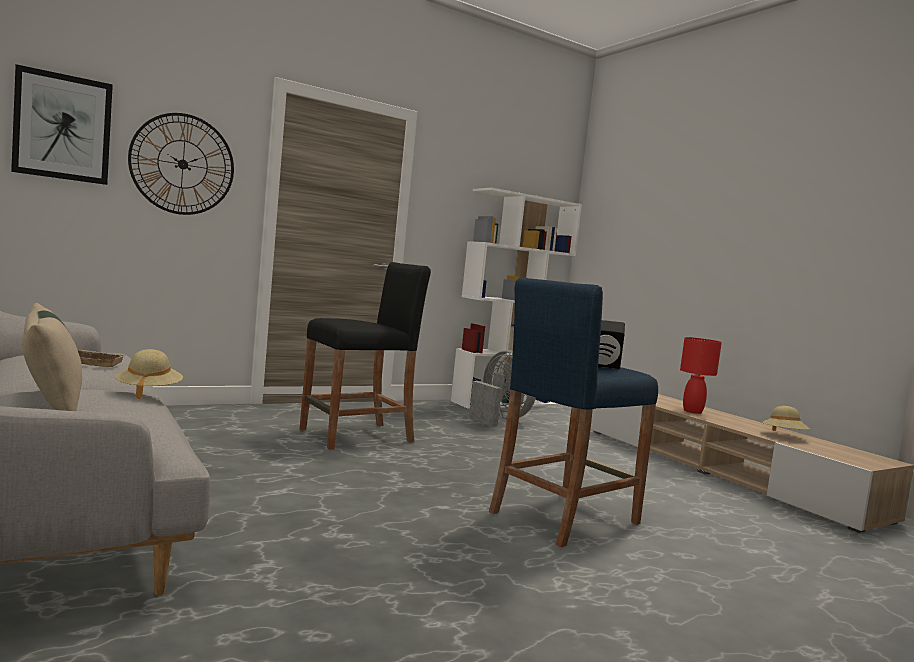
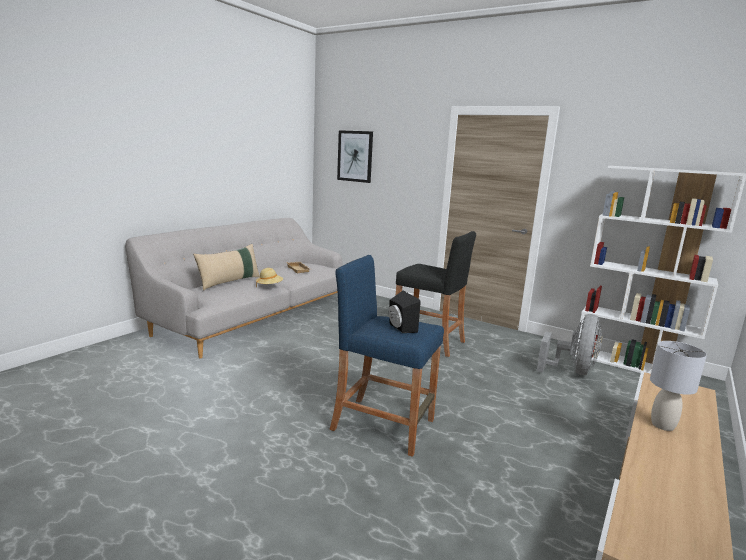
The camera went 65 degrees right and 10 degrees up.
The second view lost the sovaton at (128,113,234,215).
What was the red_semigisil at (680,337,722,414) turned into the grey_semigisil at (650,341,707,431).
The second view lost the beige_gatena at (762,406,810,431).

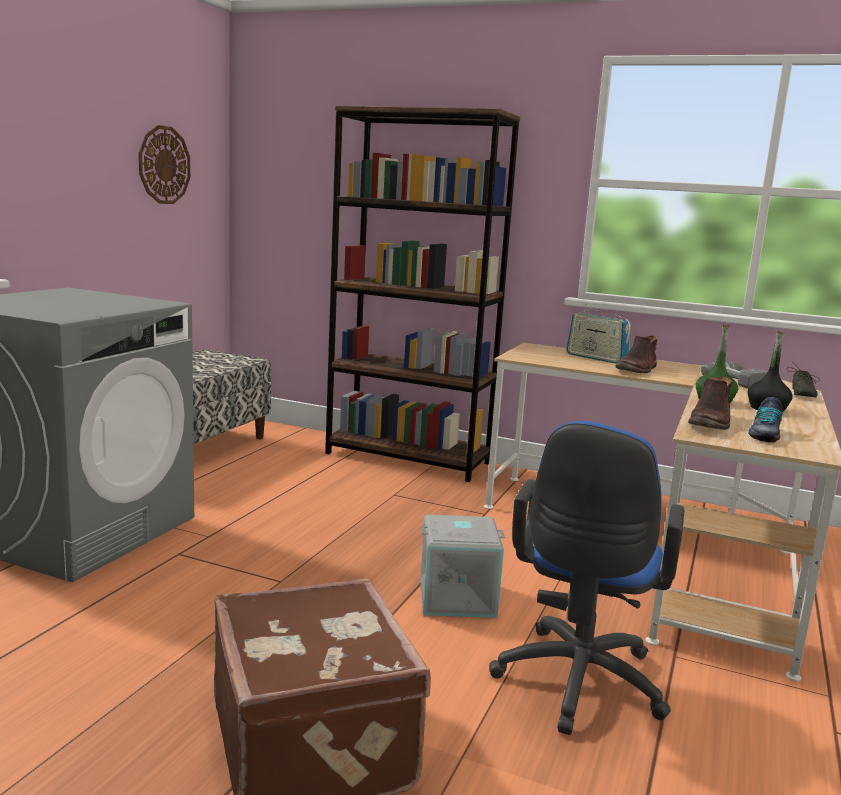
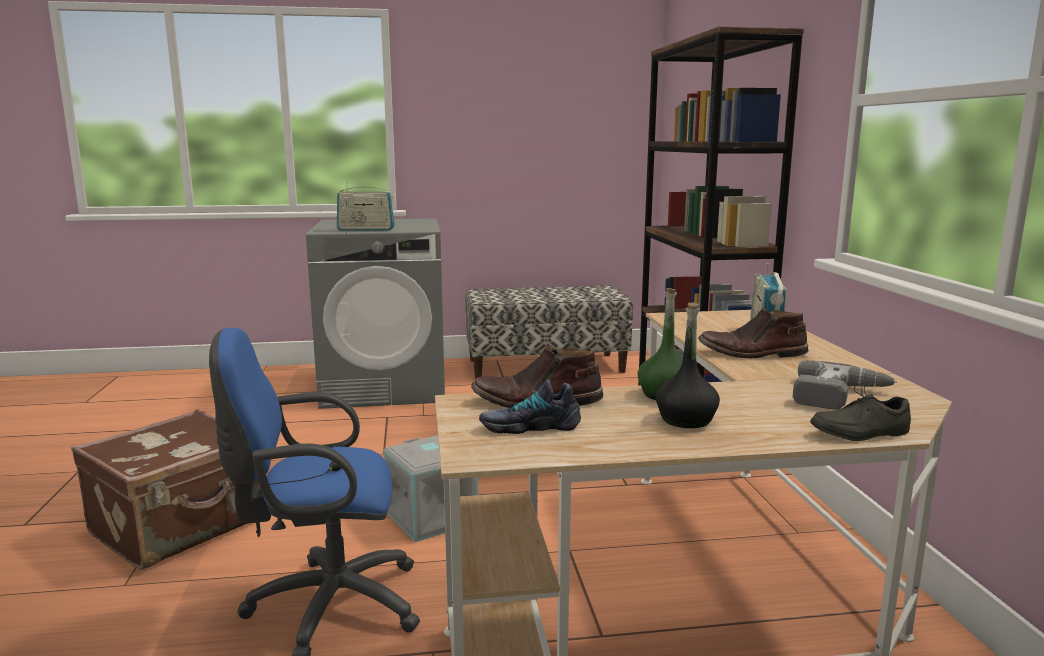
The camera went 60 degrees right and 0 degrees up.
The second view lost the sovaton at (139,125,191,204).
The second view gained the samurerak at (337,182,395,231).

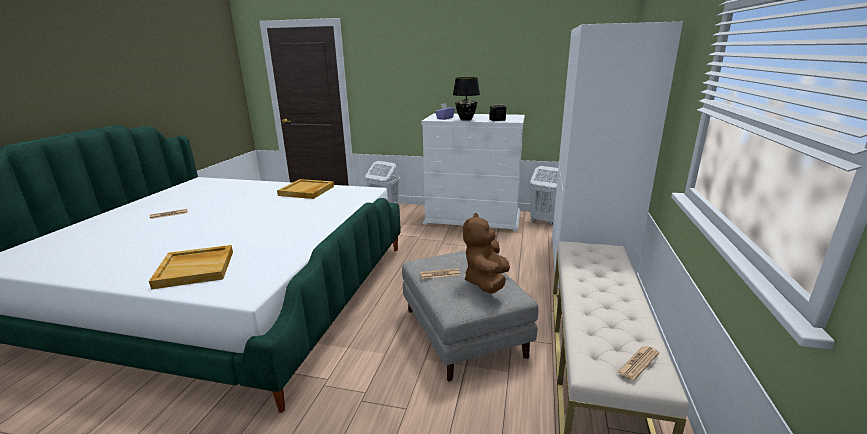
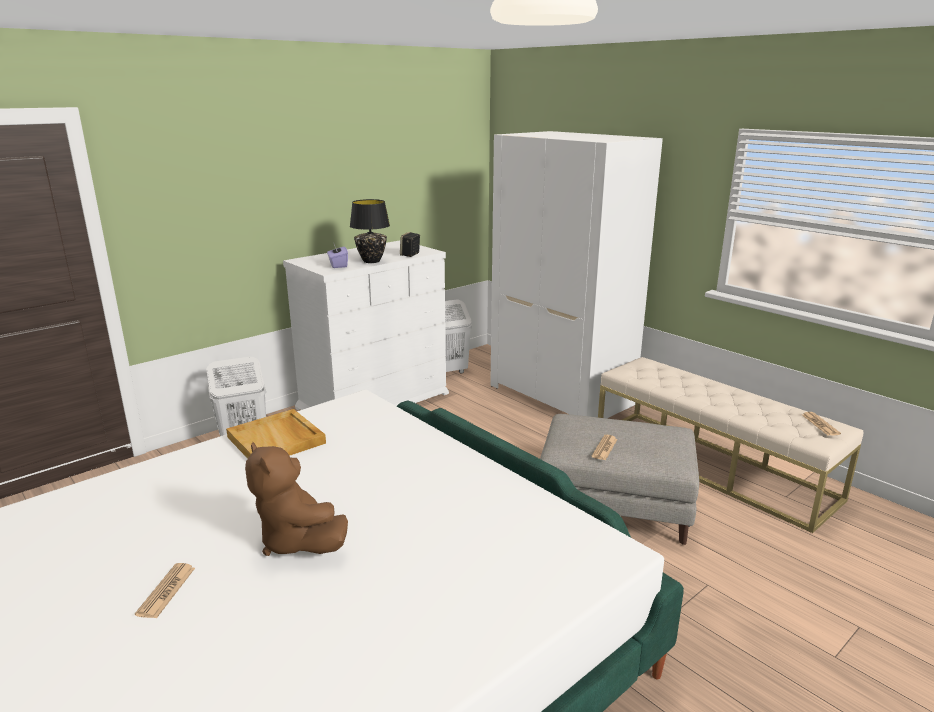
The camera went 55 degrees left and 0 degrees up.
The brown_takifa ended up elsewhere, having gone from (463,213,510,293) to (245,442,348,556).
The second view lost the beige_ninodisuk at (149,245,233,289).

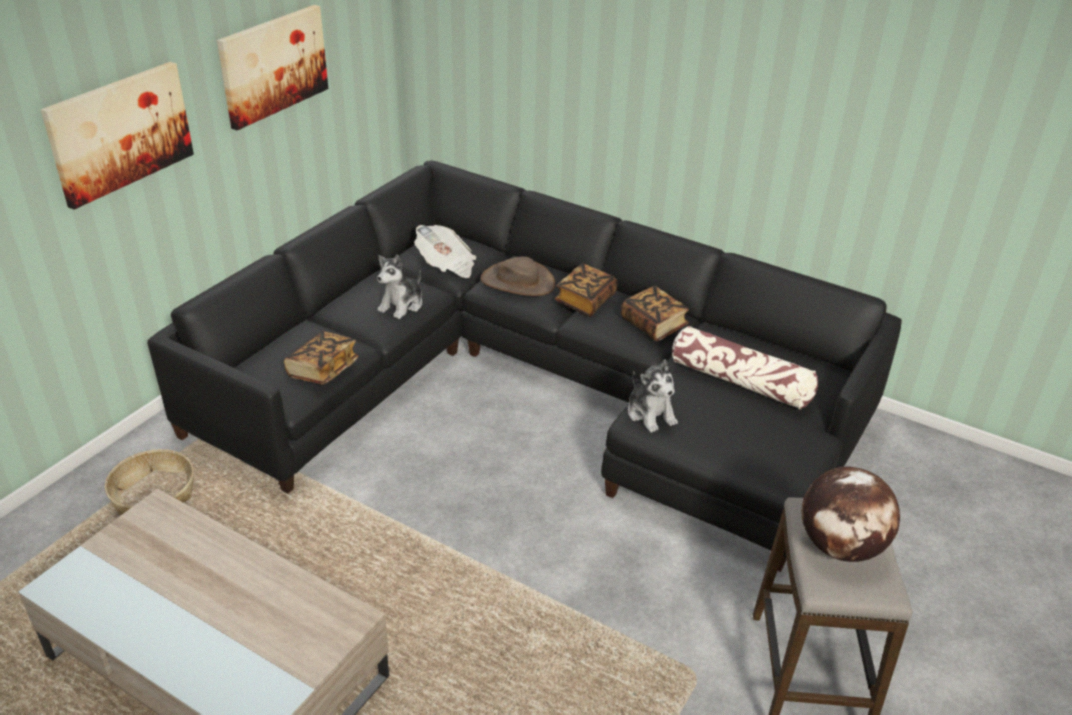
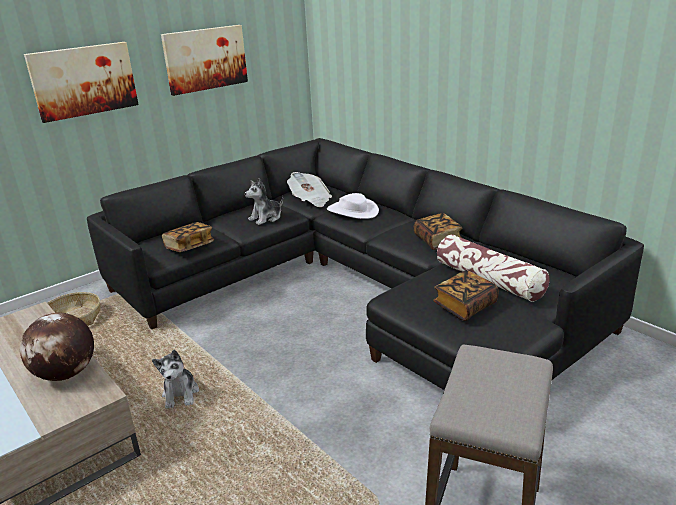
The camera went 20 degrees right and 10 degrees down.
What was the brown_gatena at (480,257,555,296) turned into the white_gatena at (327,193,379,219).
The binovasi ended up elsewhere, having gone from (555,264,617,317) to (433,270,499,321).
The takifa ended up elsewhere, having gone from (628,359,678,433) to (152,350,199,409).
The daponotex ended up elsewhere, having gone from (802,467,900,562) to (20,313,94,381).

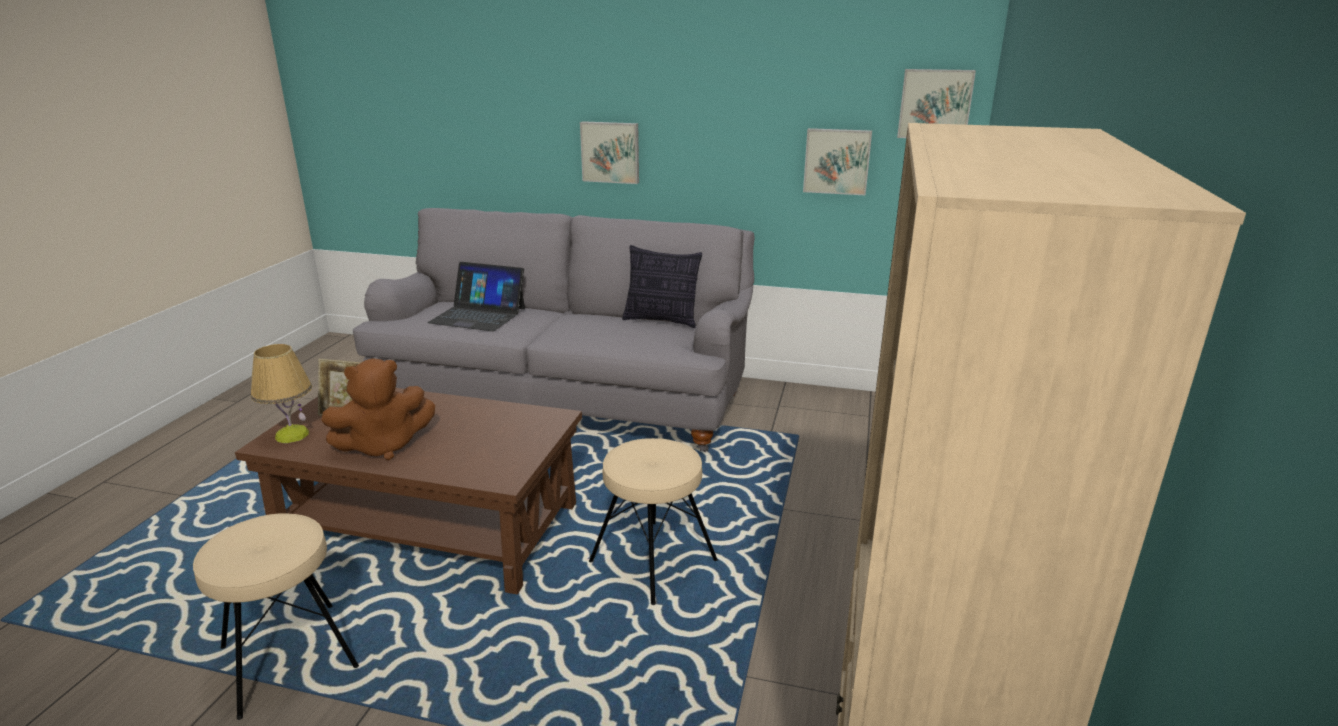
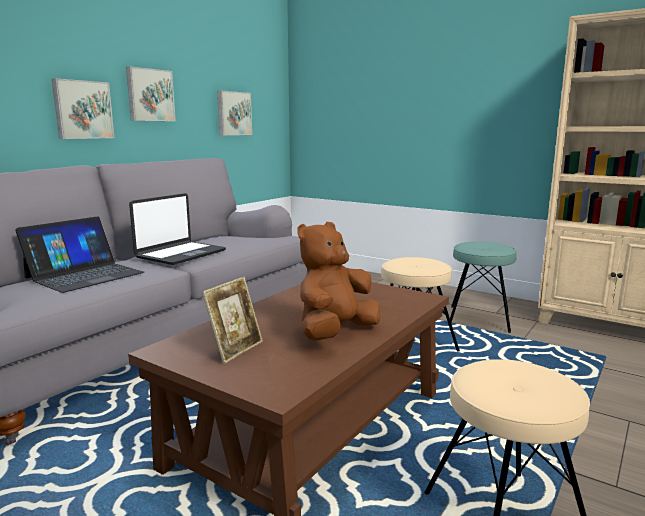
The camera went 70 degrees left and 10 degrees down.
The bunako ended up elsewhere, having gone from (897,69,976,138) to (126,66,176,121).
The second view lost the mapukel at (622,245,702,328).
The second view lost the semigisil at (251,344,312,443).
The brown_takifa at (321,358,435,460) ended up facing another way, 135 degrees counterclockwise from before.
The second view gained the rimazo at (129,193,226,265).
The second view gained the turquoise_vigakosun at (450,241,517,333).

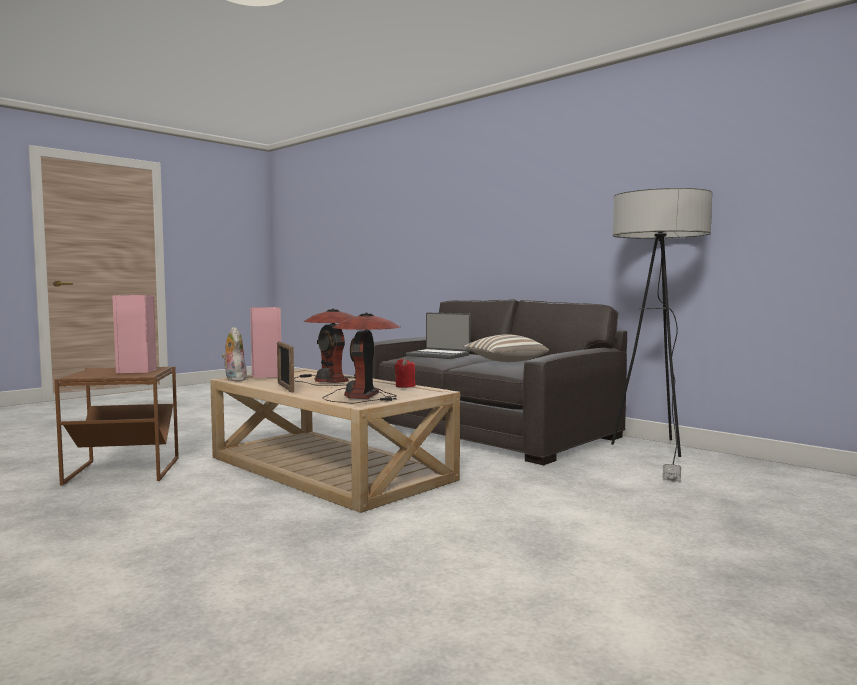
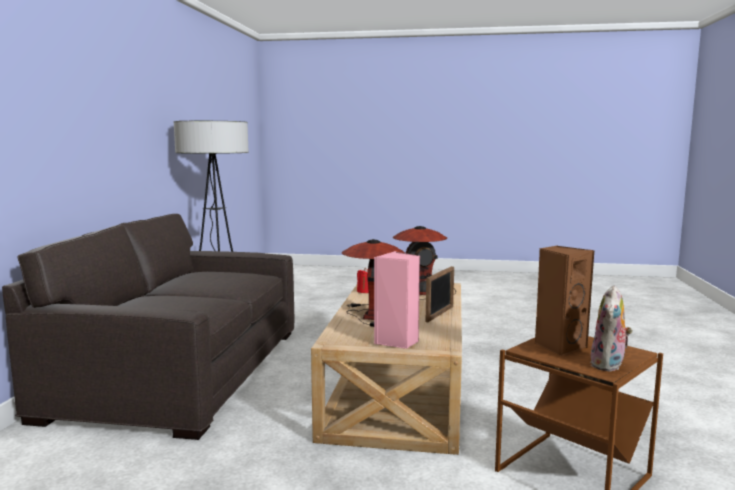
The camera went 125 degrees left and 5 degrees up.
What was the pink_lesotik at (112,295,156,373) turned into the brown_lesotik at (534,246,594,356).
The second view lost the rimazo at (406,312,471,359).
The takifa ended up elsewhere, having gone from (222,327,247,381) to (590,285,633,372).
The second view lost the mapukel at (463,334,549,362).

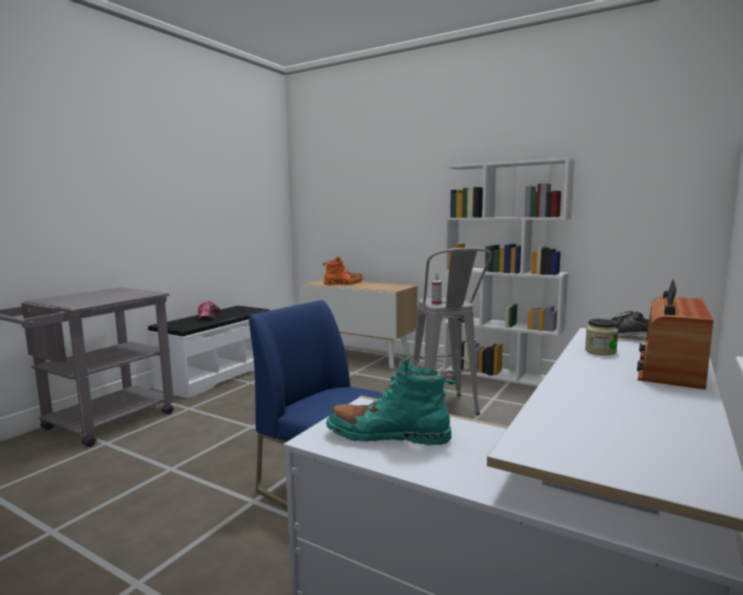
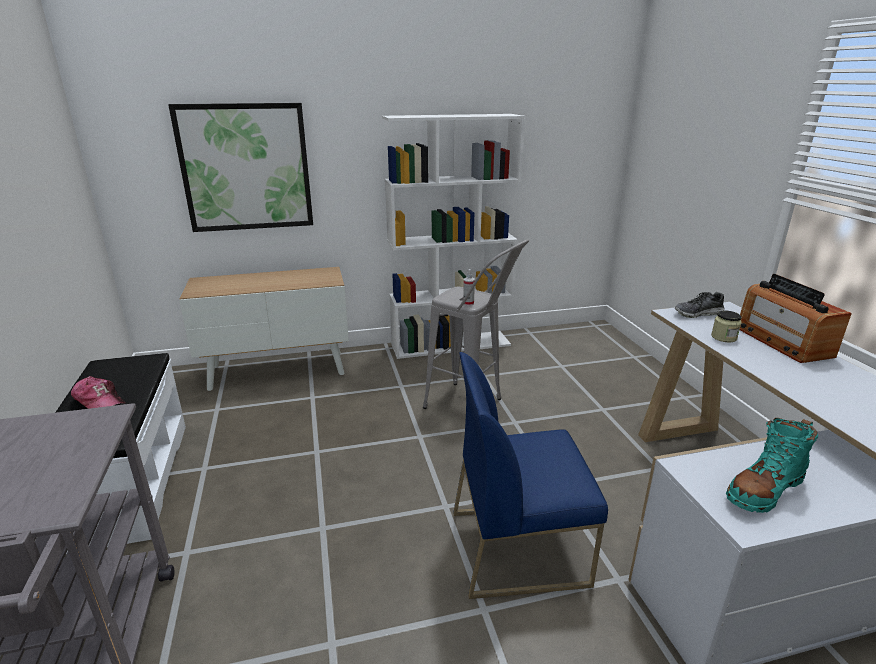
The camera went 45 degrees left and 15 degrees up.
The second view lost the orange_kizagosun at (323,256,363,285).
The second view gained the bunako at (168,103,313,232).

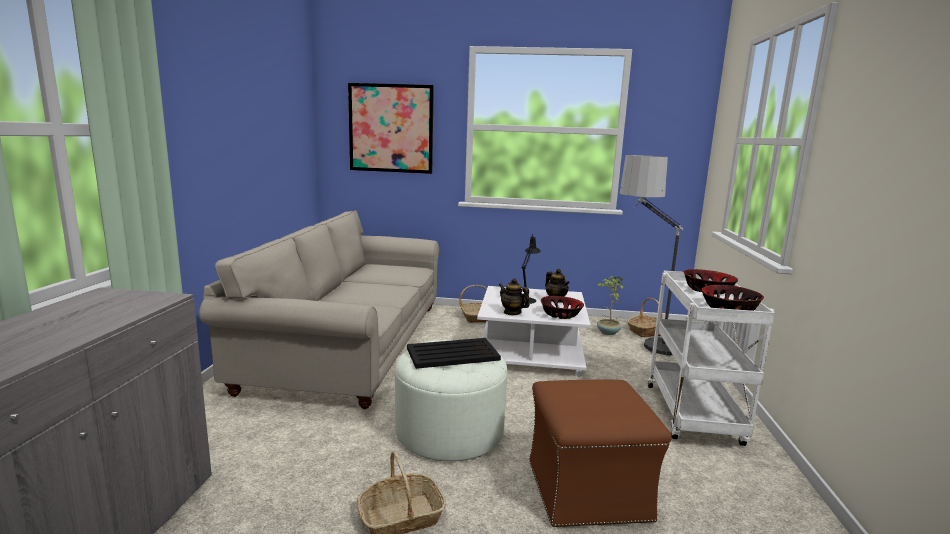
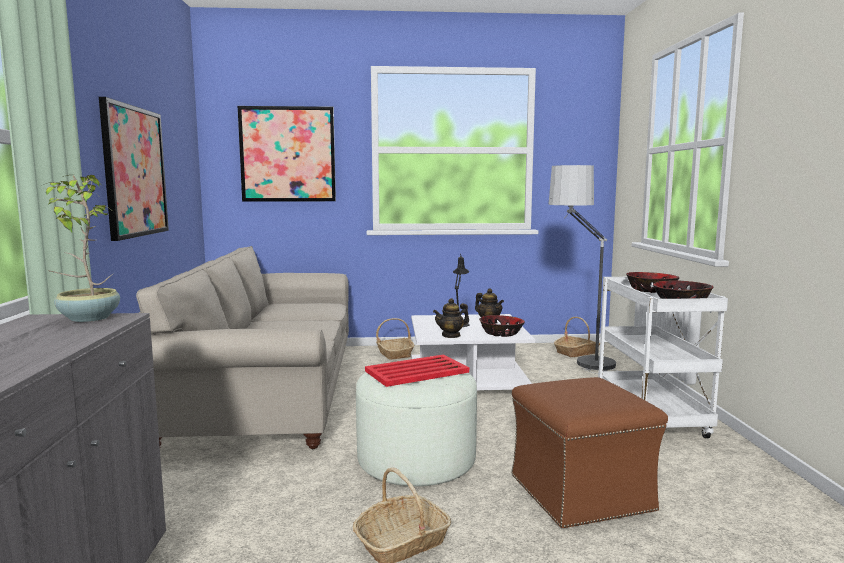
The camera went 10 degrees left and 5 degrees down.
The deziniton ended up elsewhere, having gone from (597,276,623,335) to (43,175,120,322).
The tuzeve at (499,278,530,315) ended up facing another way, 60 degrees counterclockwise from before.
What was the black_ninodisuk at (407,338,501,369) turned into the red_ninodisuk at (365,354,469,387).
The second view gained the bunako at (99,97,169,241).

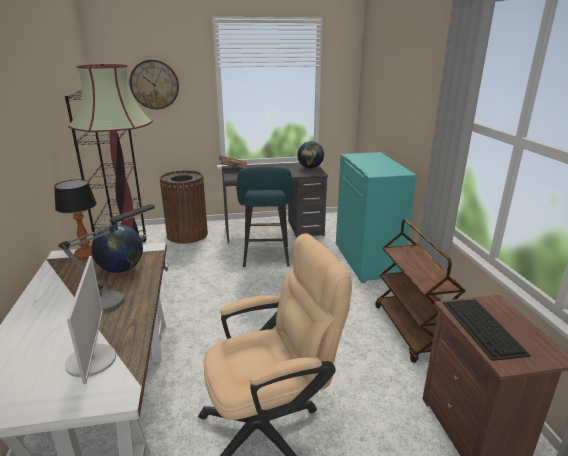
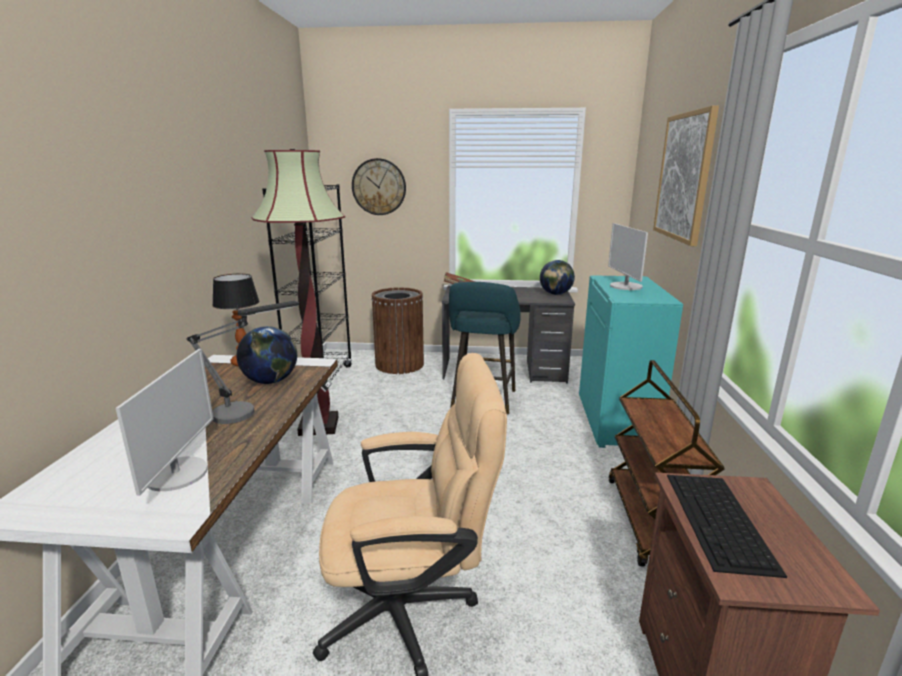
The camera went 15 degrees right and 5 degrees down.
The second view gained the bunako at (653,105,719,246).
The second view gained the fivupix at (608,223,648,290).

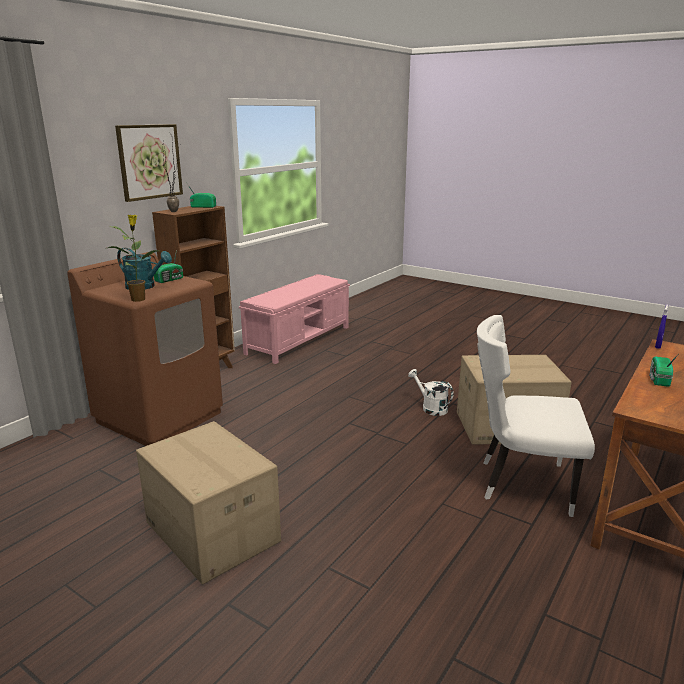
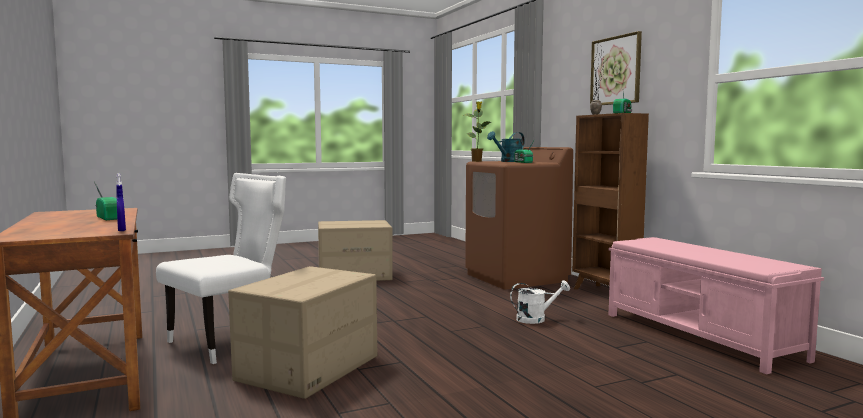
The camera went 120 degrees right and 15 degrees down.
The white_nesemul ended up elsewhere, having gone from (408,369,454,416) to (510,280,570,324).

